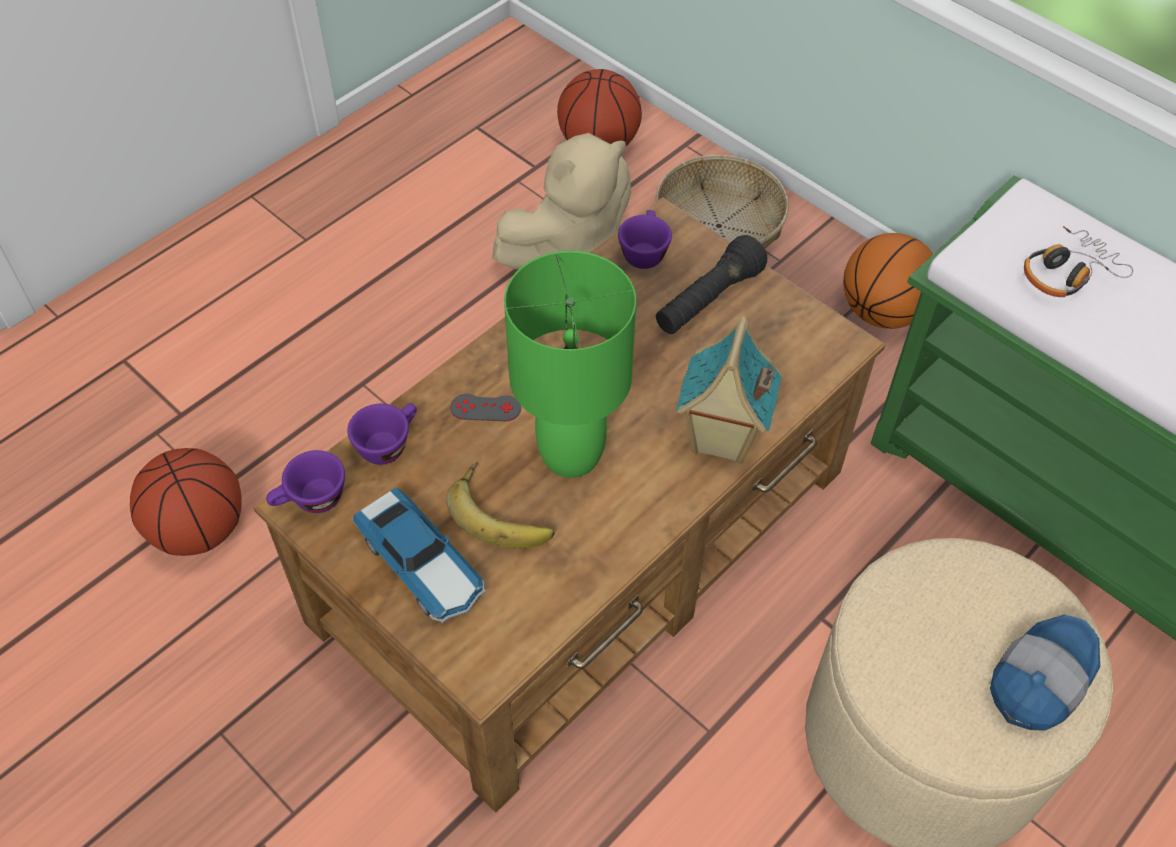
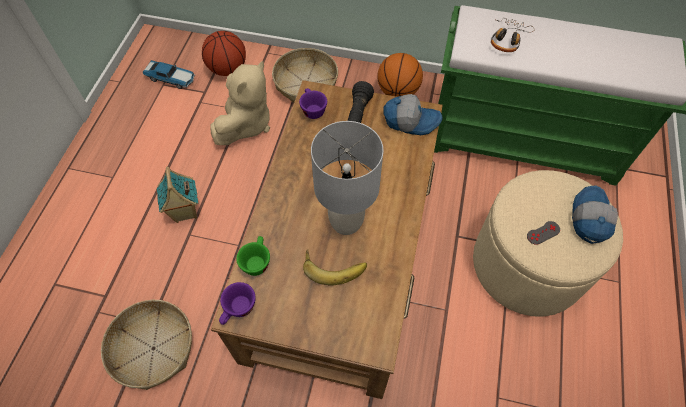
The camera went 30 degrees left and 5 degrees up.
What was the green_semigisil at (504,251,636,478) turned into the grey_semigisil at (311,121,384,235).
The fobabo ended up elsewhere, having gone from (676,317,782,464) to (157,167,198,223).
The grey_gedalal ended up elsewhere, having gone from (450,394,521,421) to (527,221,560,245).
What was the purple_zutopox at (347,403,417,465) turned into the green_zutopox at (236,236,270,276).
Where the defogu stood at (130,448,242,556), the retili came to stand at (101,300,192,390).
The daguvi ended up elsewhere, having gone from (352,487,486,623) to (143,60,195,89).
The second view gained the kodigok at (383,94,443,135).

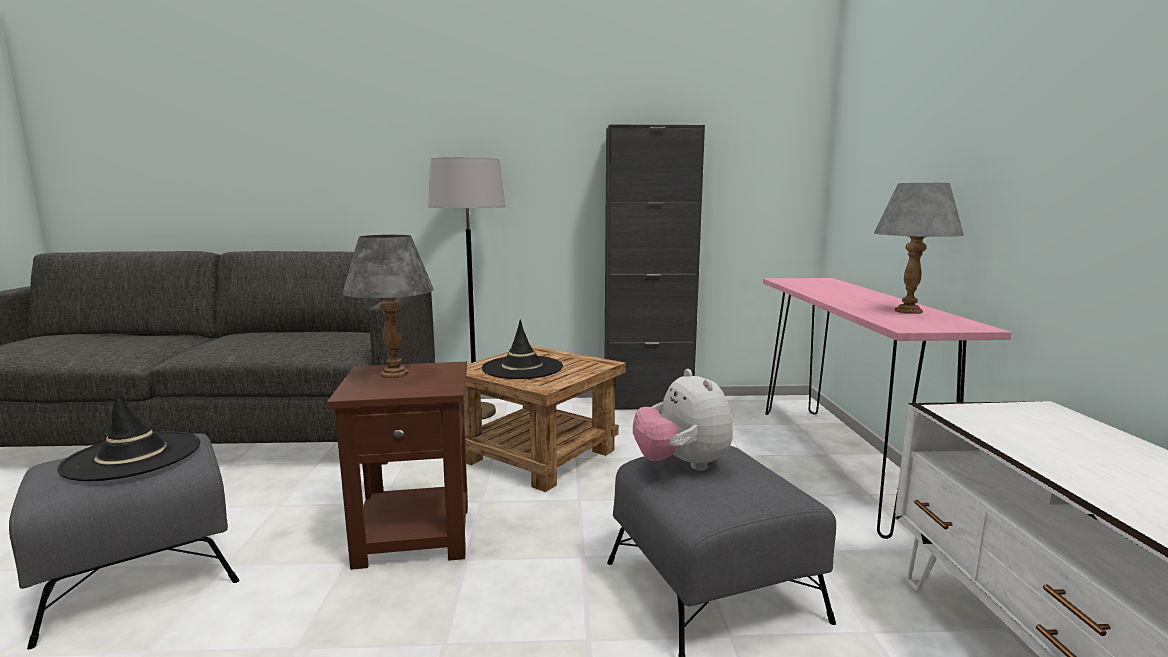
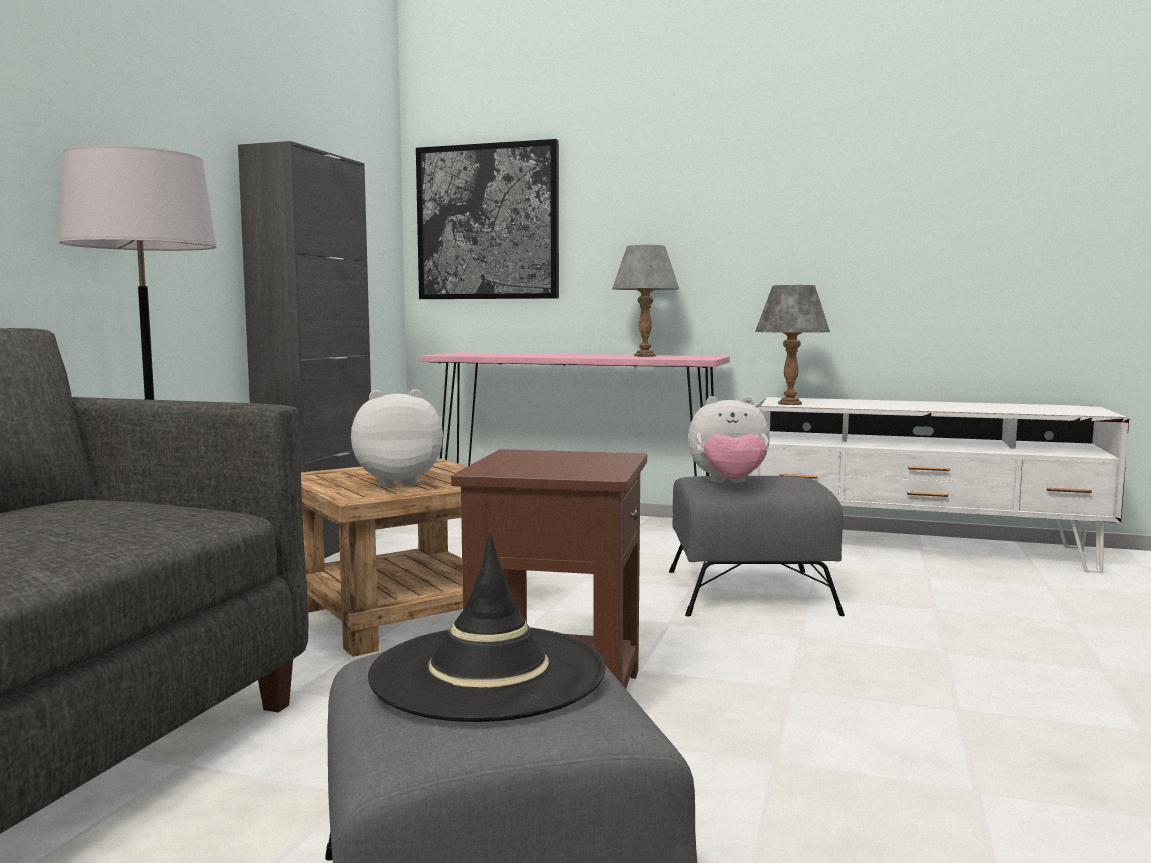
The camera went 70 degrees left and 5 degrees down.
The grey_semigisil ended up elsewhere, having gone from (343,235,434,378) to (755,285,830,405).
Where the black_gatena stood at (482,320,563,379), the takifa came to stand at (351,389,443,487).
The second view gained the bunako at (416,139,559,299).

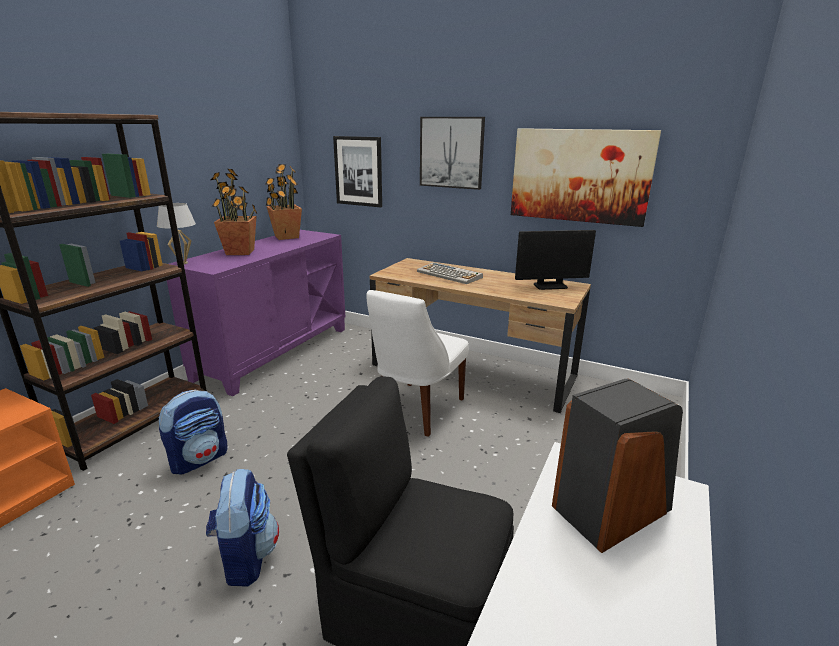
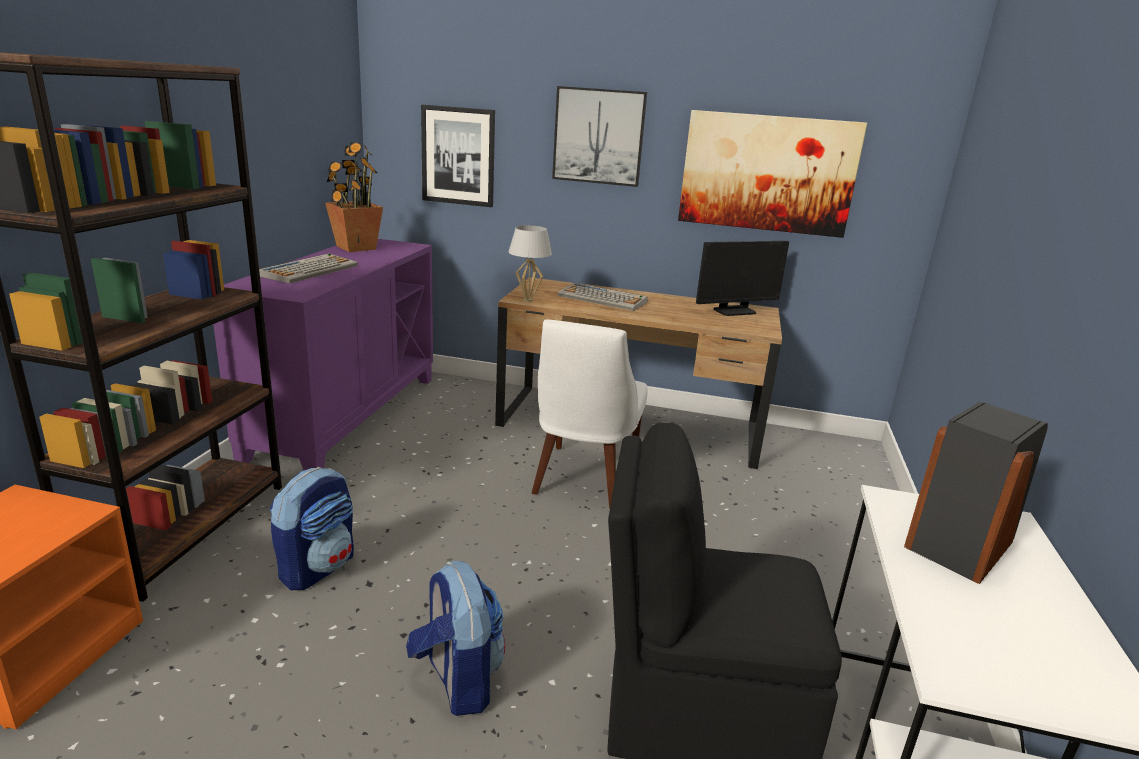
The camera went 15 degrees left and 0 degrees up.
Where the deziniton stood at (211,169,258,255), the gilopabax came to stand at (259,253,358,284).
The white_semigisil ended up elsewhere, having gone from (157,203,196,264) to (509,225,552,302).

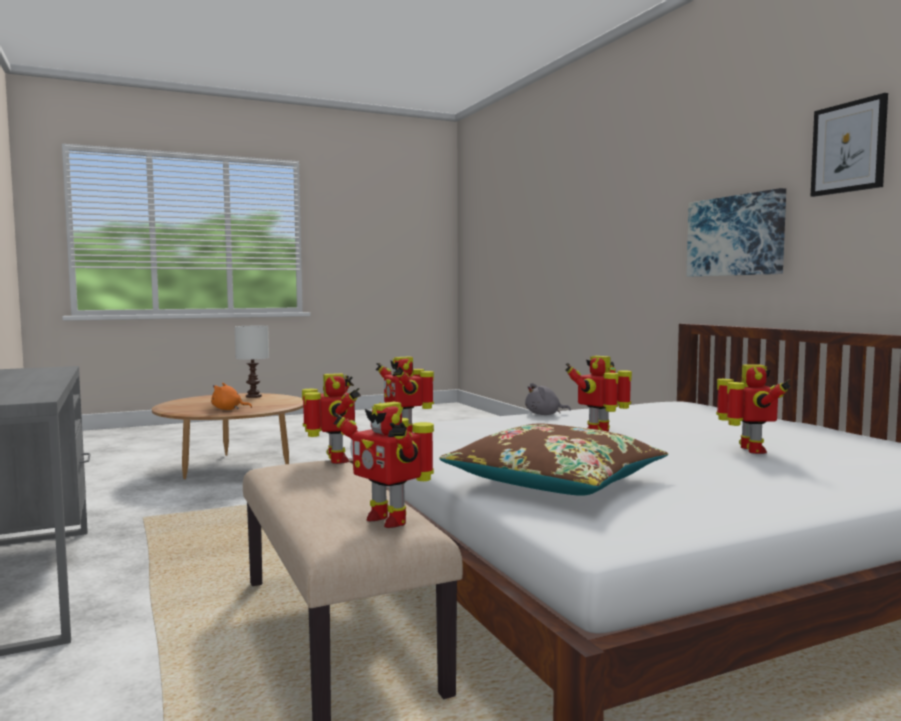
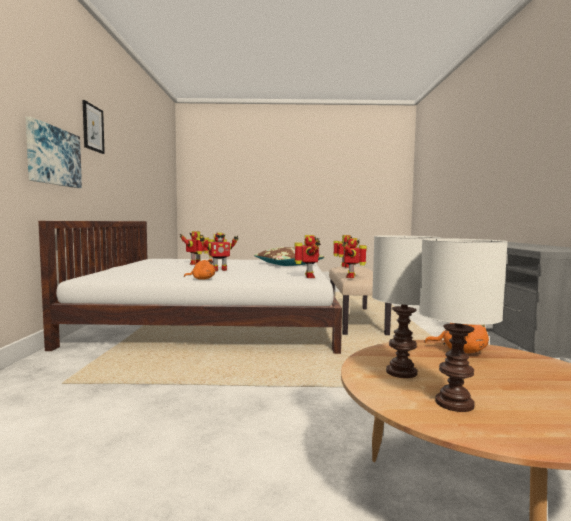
The camera went 155 degrees left and 0 degrees up.
What was the grey_takifa at (525,383,571,415) turned into the orange_takifa at (184,259,215,280).
The second view gained the white_semigisil at (372,235,441,378).

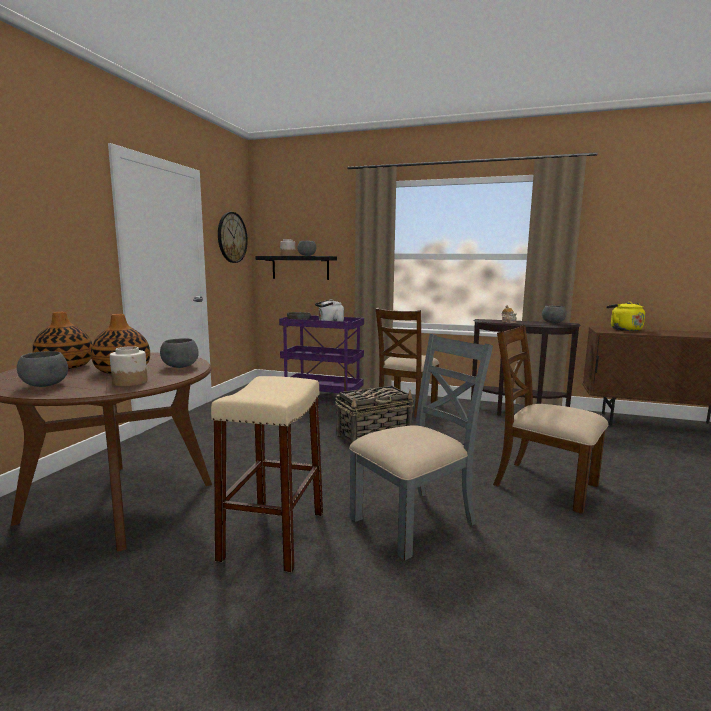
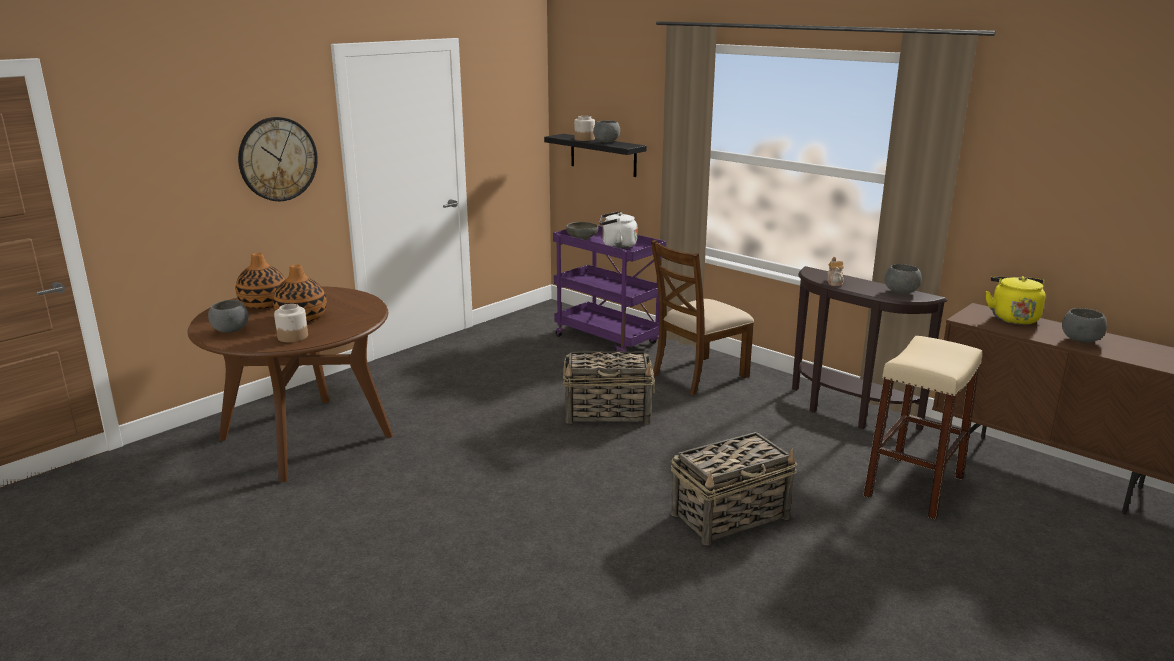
The camera went 25 degrees right and 10 degrees up.
The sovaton ended up elsewhere, having gone from (218,212,248,263) to (238,117,318,201).
Where the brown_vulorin stood at (493,325,608,514), the retili came to stand at (671,432,797,545).
The second view lost the grey_vulorin at (349,334,493,561).
The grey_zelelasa ended up elsewhere, having gone from (160,338,199,368) to (1062,308,1107,343).
The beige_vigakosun ended up elsewhere, having gone from (211,376,323,573) to (863,336,982,520).

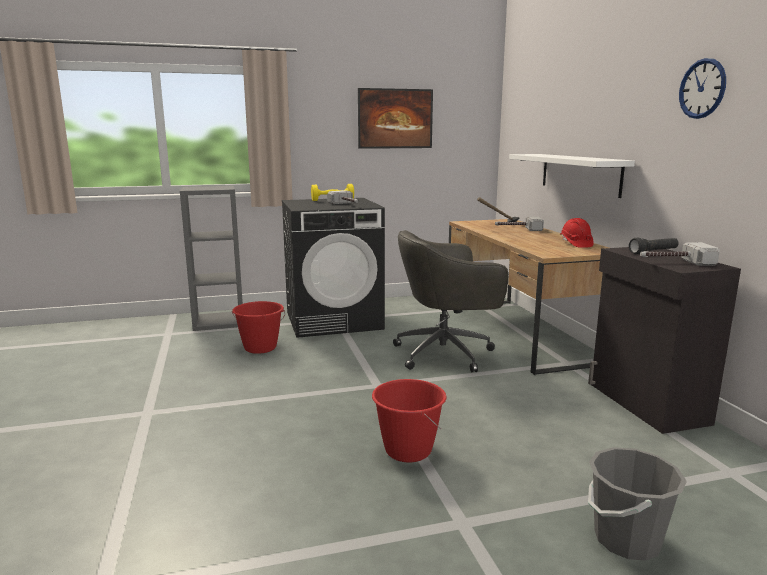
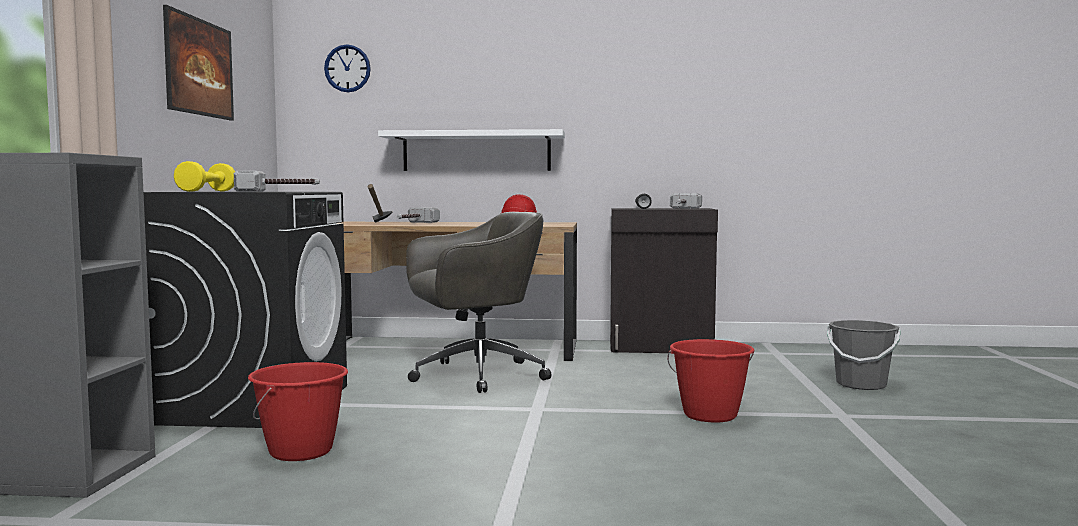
The camera went 70 degrees left and 10 degrees down.
The sovaton ended up elsewhere, having gone from (679,58,726,119) to (324,44,371,92).
The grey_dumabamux at (393,230,508,372) ended up facing another way, 120 degrees counterclockwise from before.

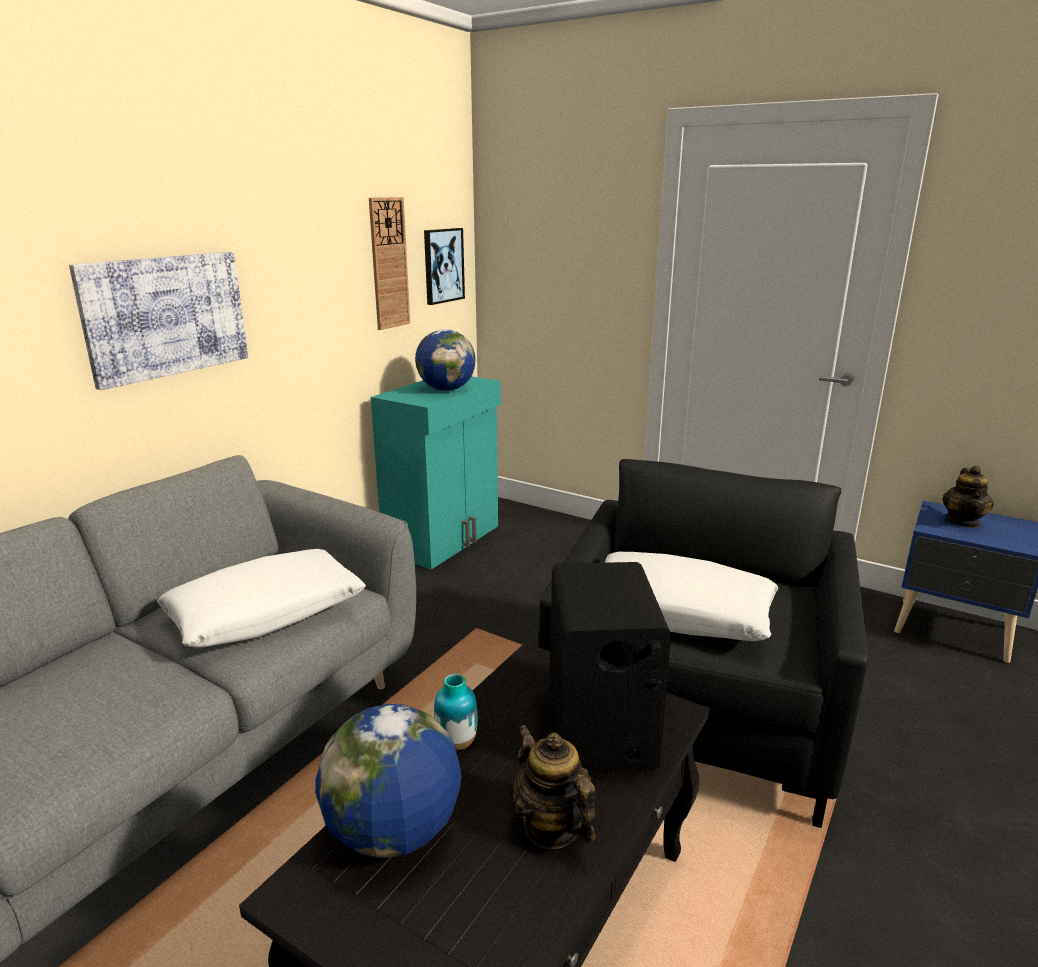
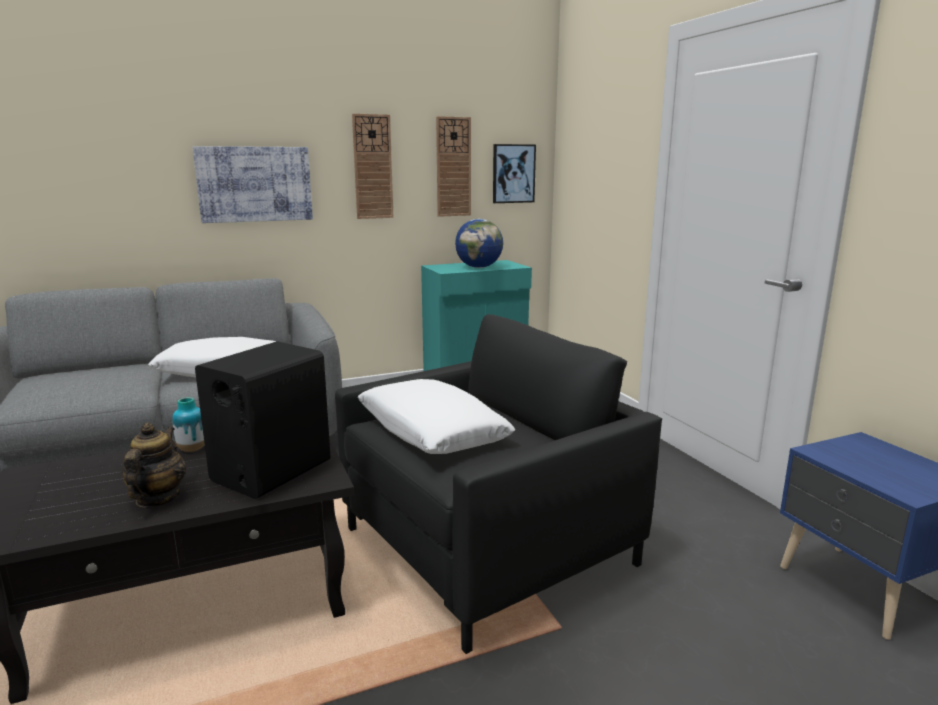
The camera went 35 degrees right and 5 degrees down.
The second view lost the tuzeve at (942,466,994,528).
The second view lost the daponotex at (315,704,461,859).
The second view gained the sovaton at (352,114,394,219).

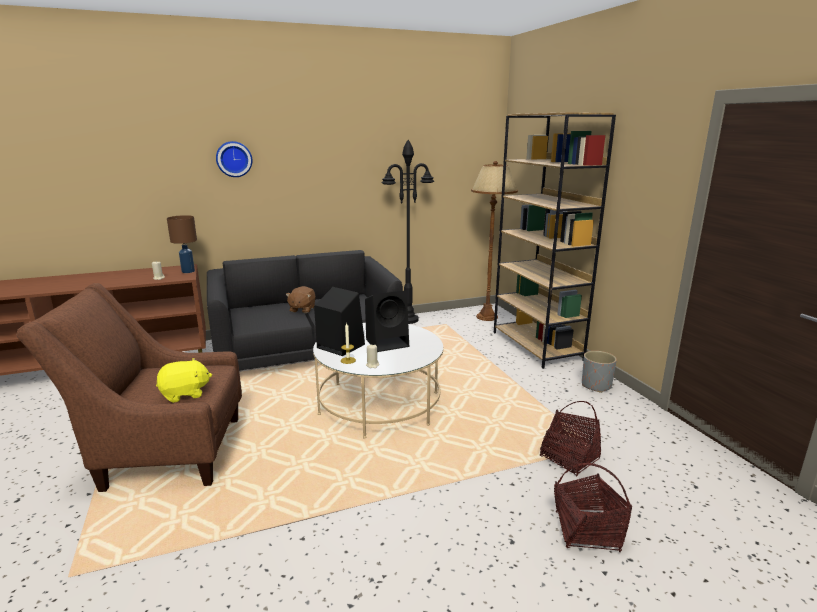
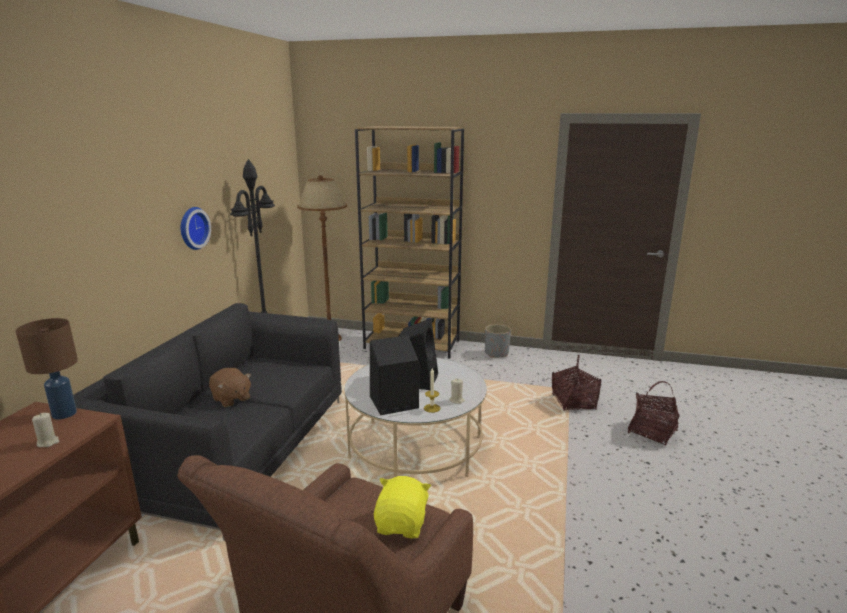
The camera went 55 degrees left and 0 degrees up.
The sovaton ended up elsewhere, having gone from (216,141,252,177) to (181,207,211,250).

